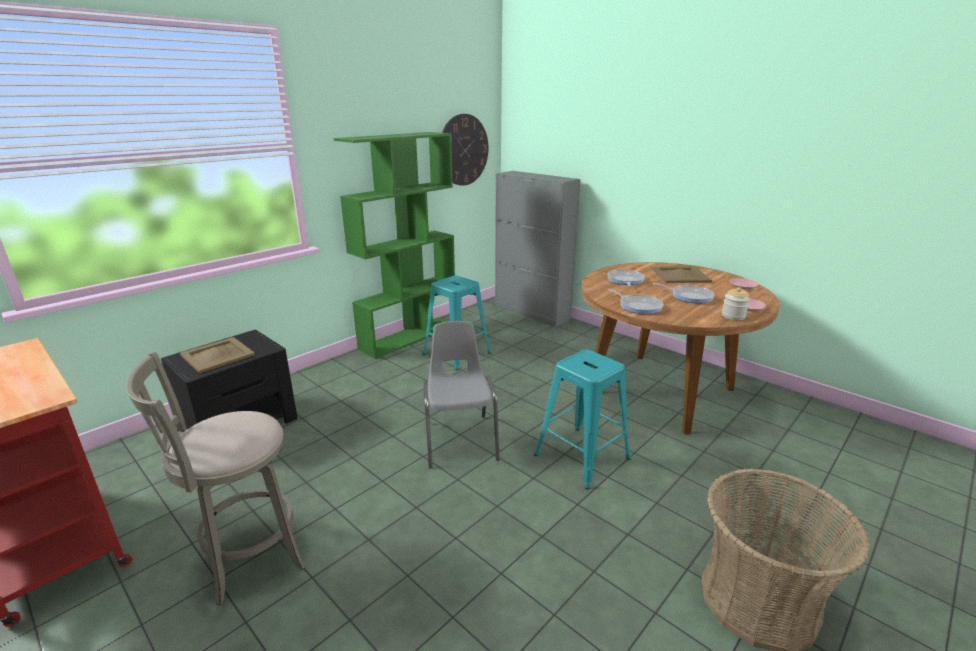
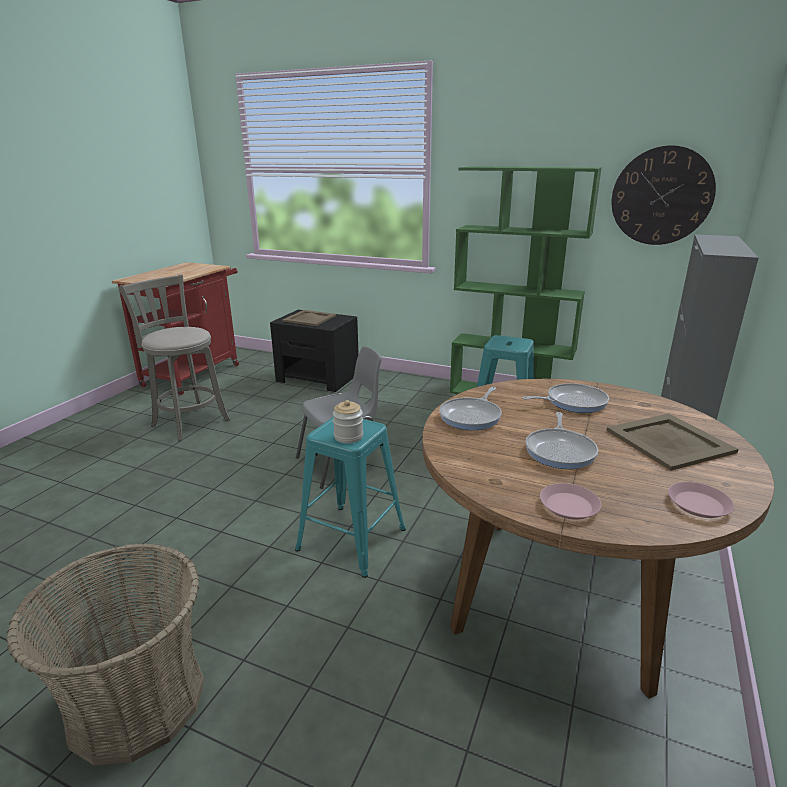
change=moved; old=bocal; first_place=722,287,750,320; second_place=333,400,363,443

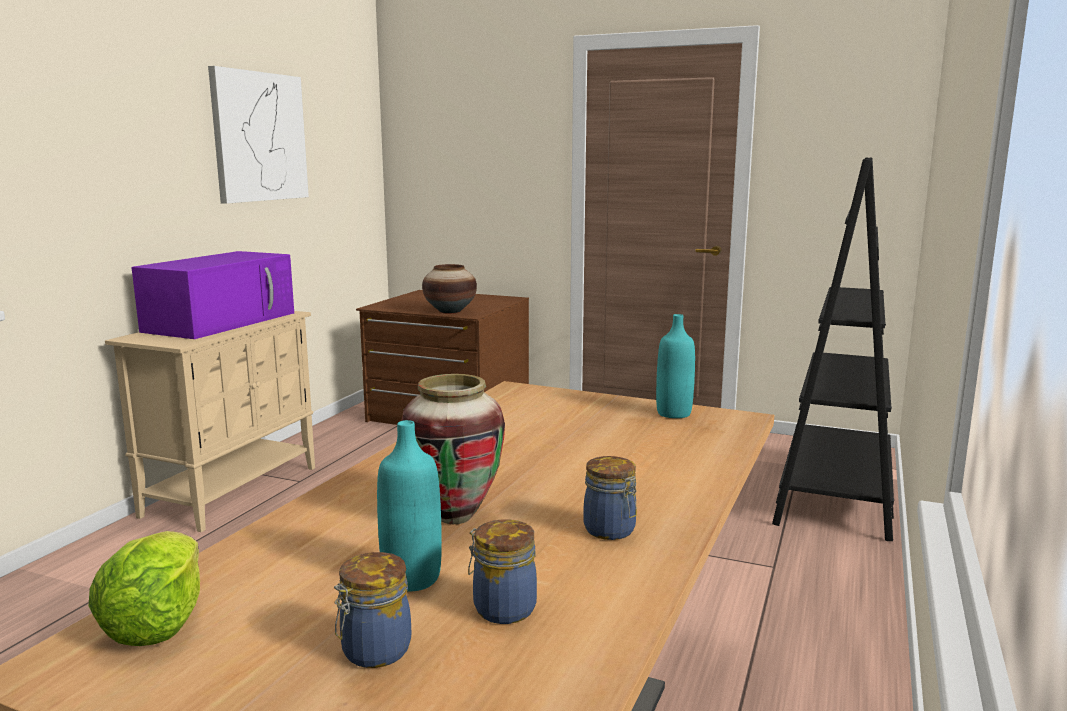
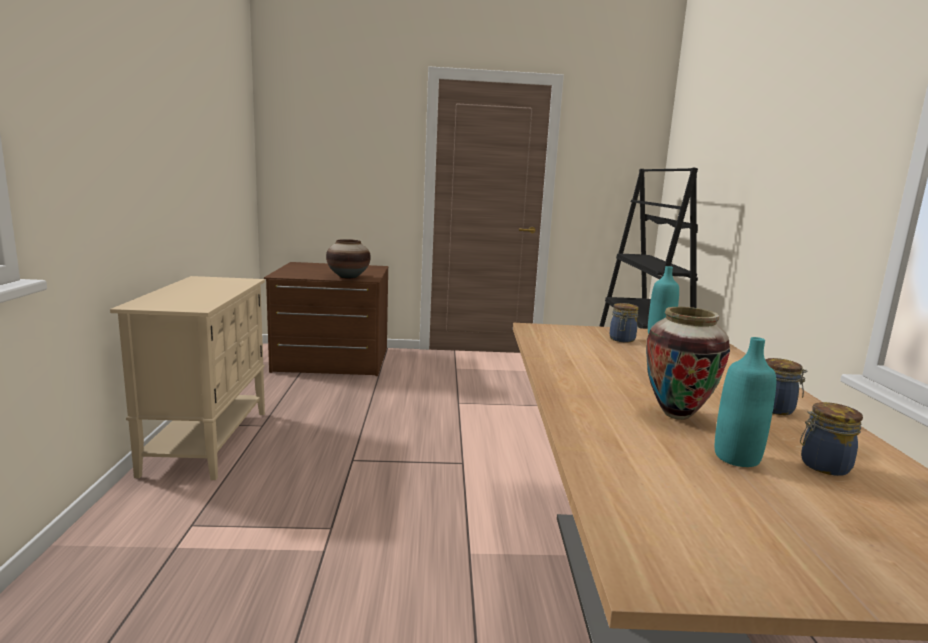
change=moved; old=bocal; first_place=334,552,411,668; second_place=610,303,639,343
change=removed; old=laitue; first_place=89,531,200,646
change=removed; old=micro-ondes (violet); first_place=131,251,294,339
change=removed; old=tableau; first_place=208,66,309,204

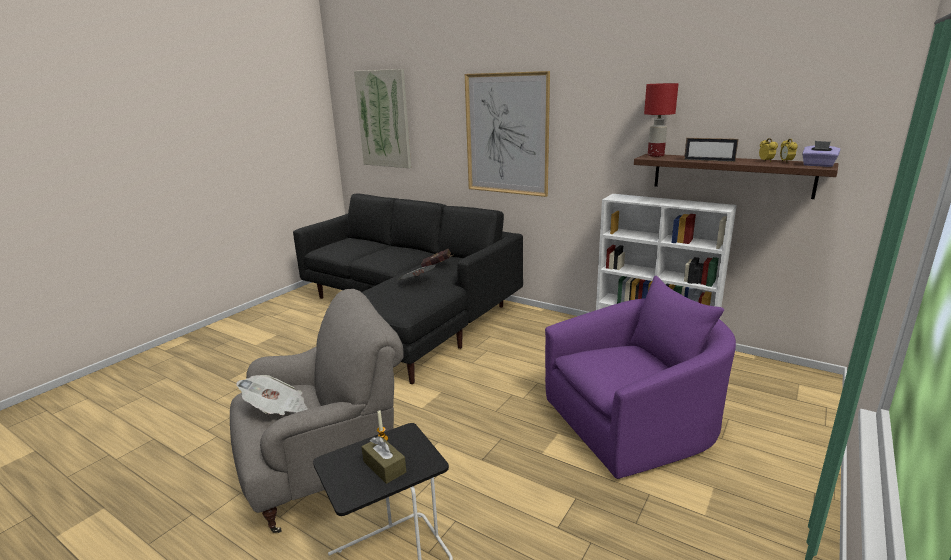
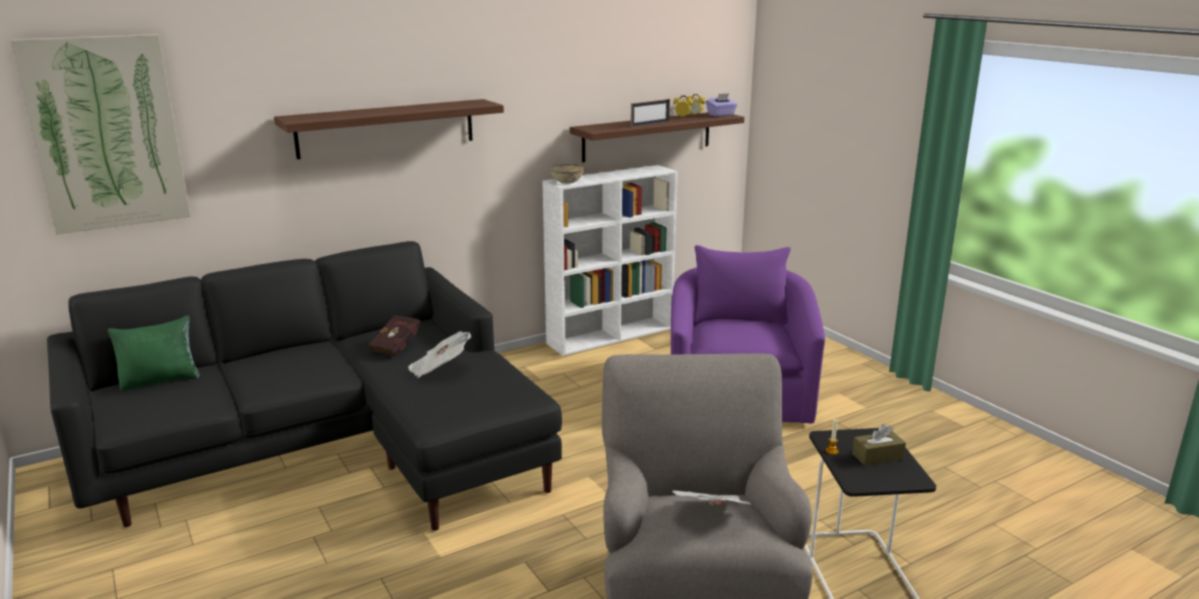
change=added; new=coussin (vert); second_place=108,315,199,391
change=replaced; old=tableau; new=étagère; first_place=465,71,550,197; second_place=274,99,504,159
change=added; new=bol; second_place=549,164,585,184
change=removed; old=lampe de table (rouge); first_place=644,83,679,157

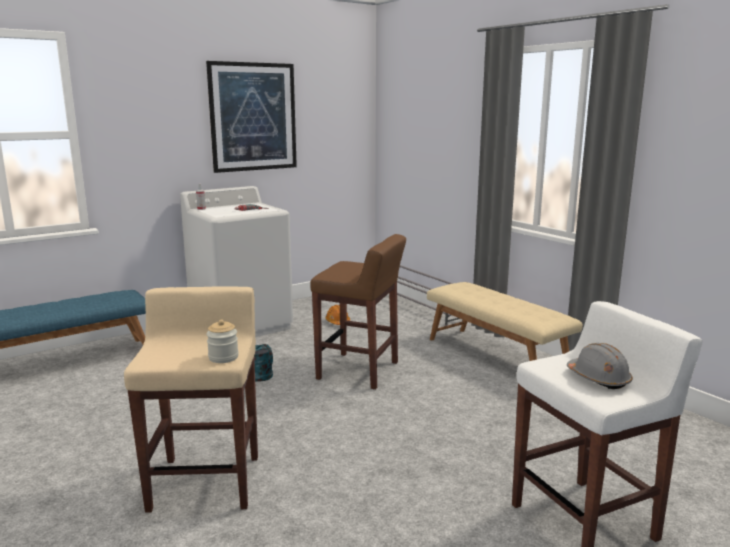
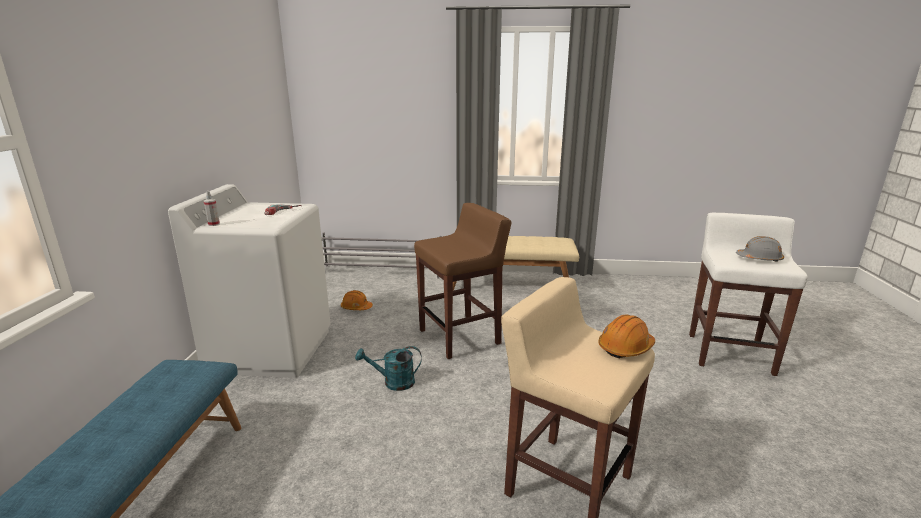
change=replaced; old=bocal; new=casque de chantier (orange); first_place=206,320,239,363; second_place=598,314,655,358
change=removed; old=tableau; first_place=206,61,297,173

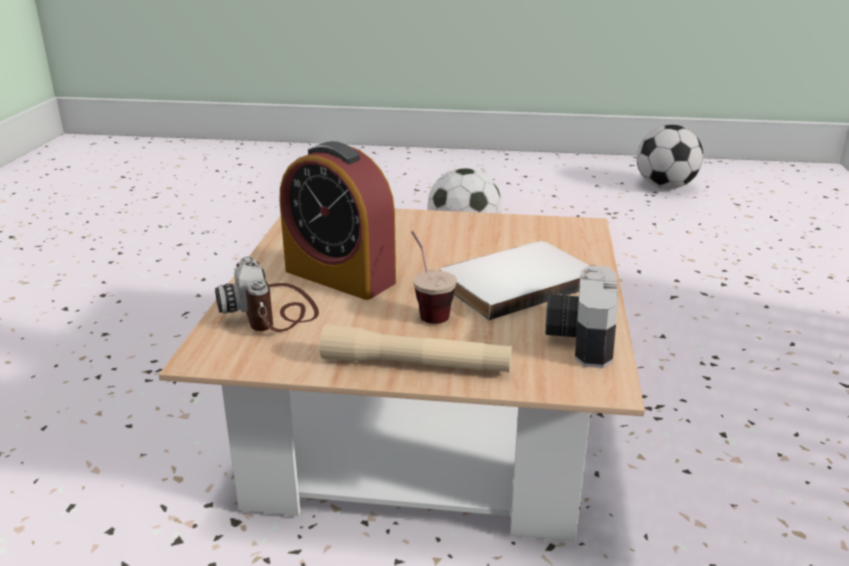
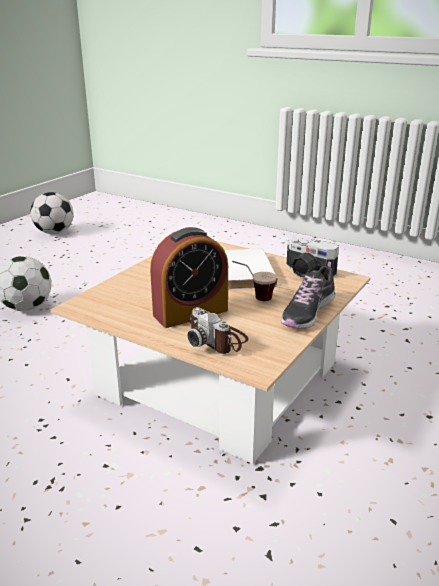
change=turned; old=appareil photo; first_place=215,256,319,332; second_place=188,307,248,354; degrees=45
change=replaced; old=lampe de poche (beige); new=chaussure; first_place=319,324,512,373; second_place=281,261,335,329

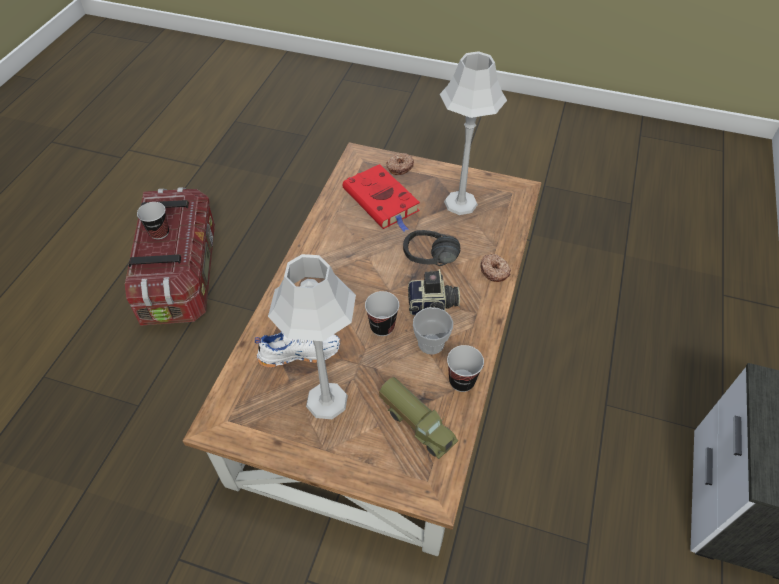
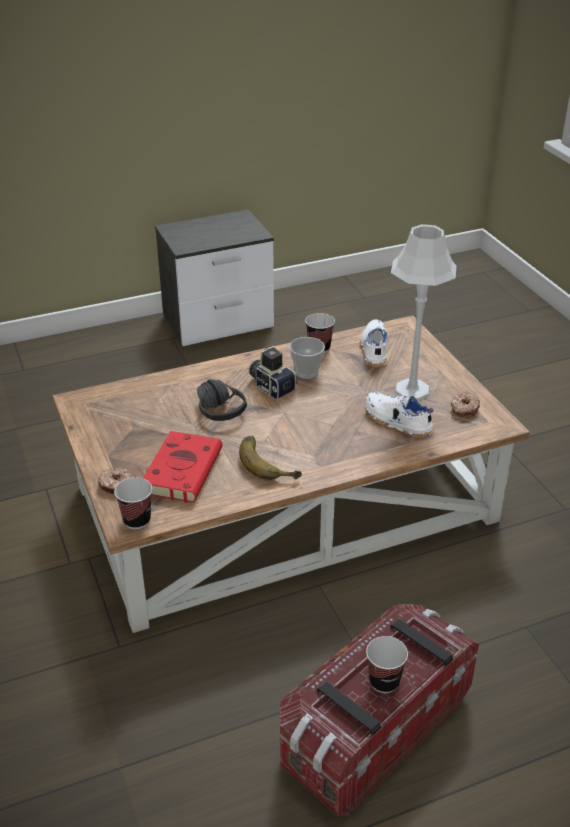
change=moved; old=tasse; first_place=365,291,399,336; second_place=114,478,152,529
change=added; new=banane; second_place=239,436,302,480
change=replaced; old=camion jouet; new=chaussure (blanc); first_place=379,377,458,459; second_place=360,319,388,367
change=moved; old=beignet; first_place=481,254,511,282; second_place=451,392,480,418
change=removed; old=lampe de table (gris); first_place=440,51,507,215

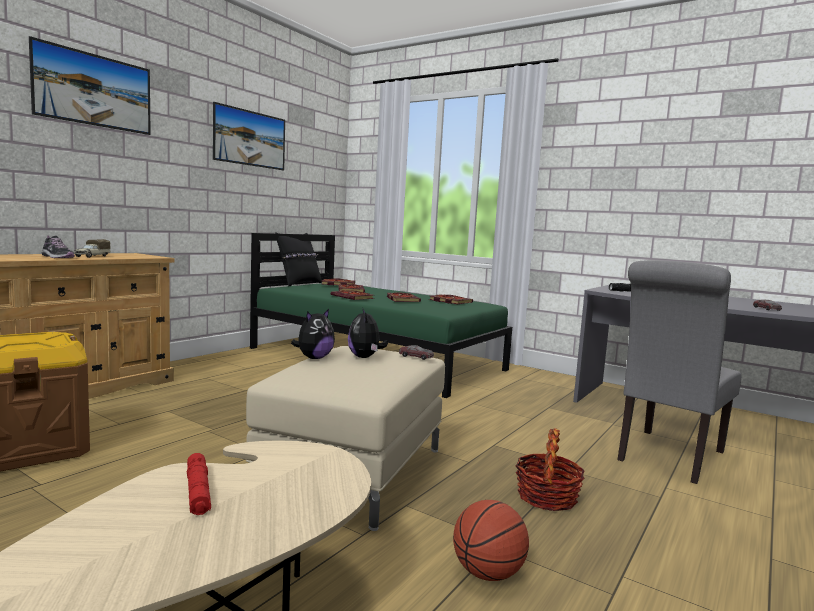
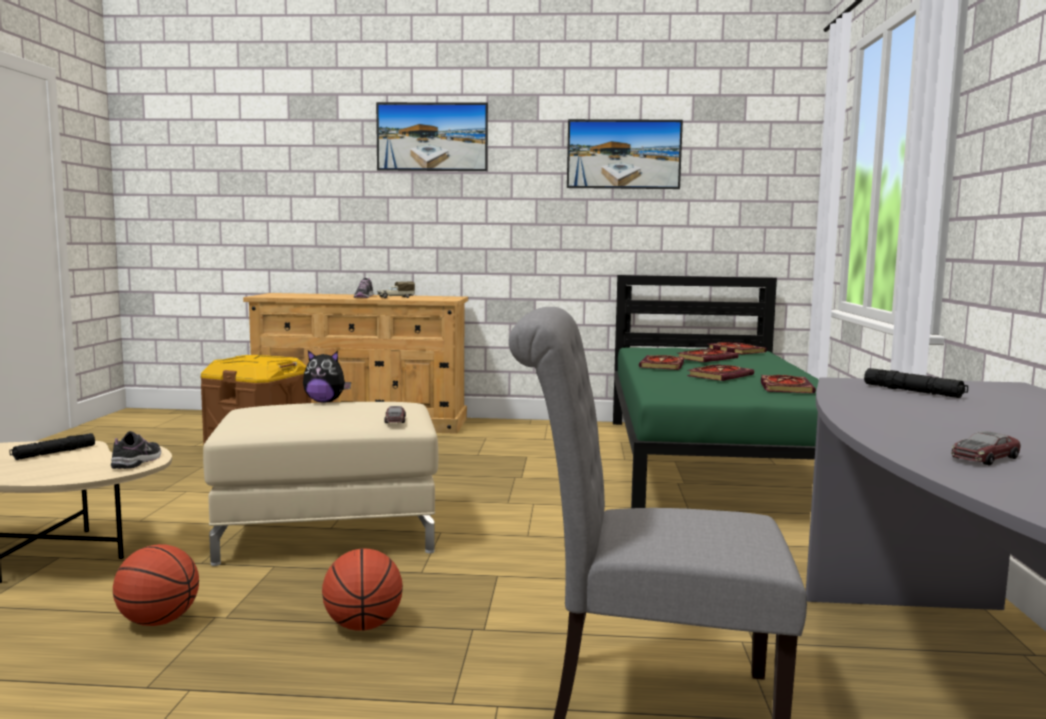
change=recoloured; old=lampe de poche (rouge); new=lampe de poche (noir); first_place=187,453,211,515; second_place=9,433,95,460
change=added; new=chaussure; second_place=111,431,161,469
change=replaced; old=panier; new=ballon de basket; first_place=516,428,585,511; second_place=322,548,403,631
change=removed; old=coussin (noir); first_place=275,232,322,286
change=removed; old=peluche; first_place=348,307,388,358

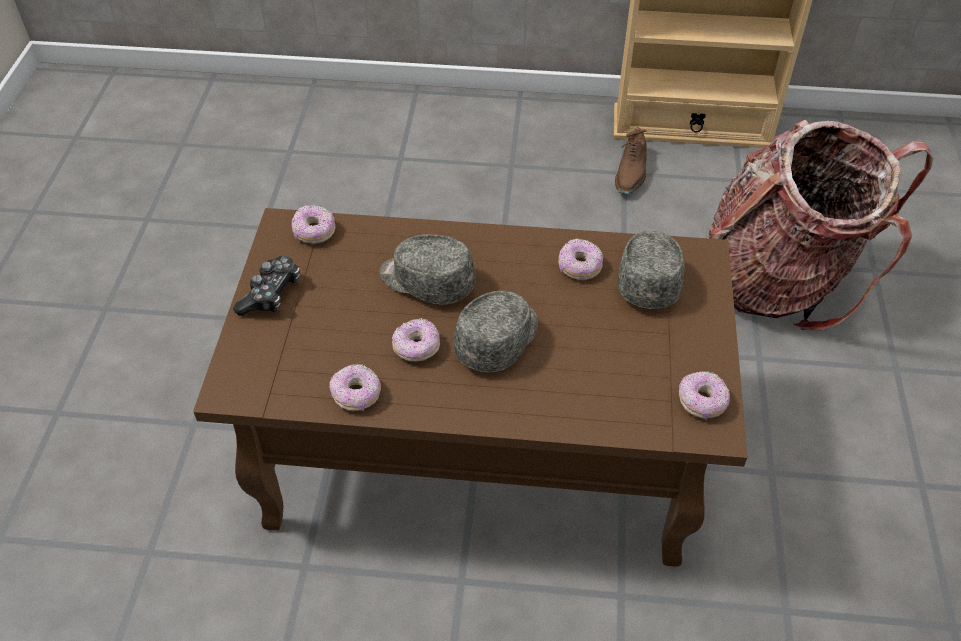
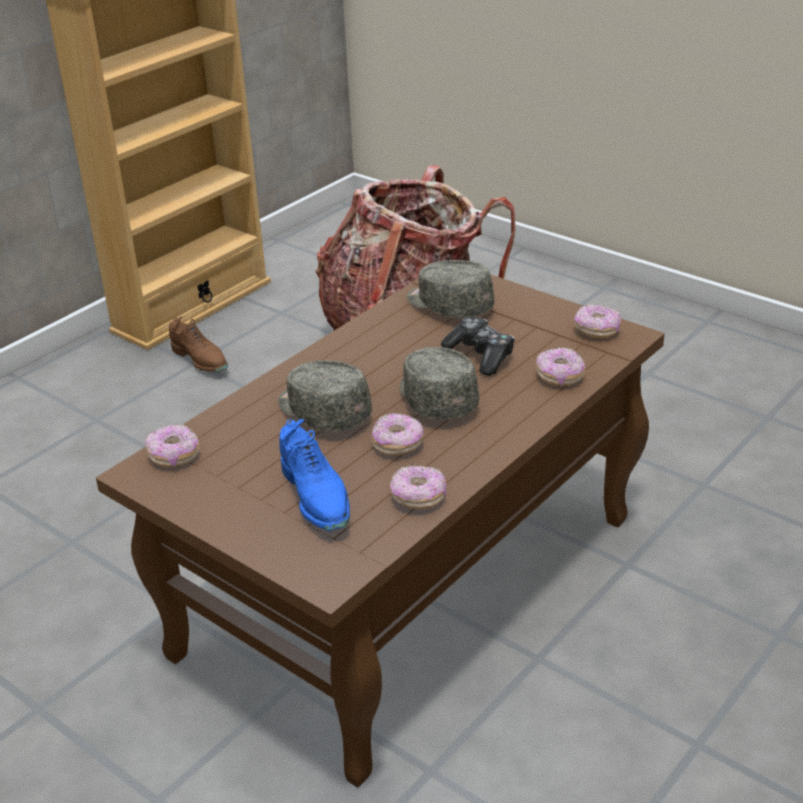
change=turned; old=casquette (gris); first_place=380,234,476,305; second_place=278,360,372,432; degrees=75
change=added; new=chaussure (bleu); second_place=279,419,350,532
change=moved; old=manette; first_place=233,256,300,316; second_place=441,317,515,376
change=moved; old=beignet; first_place=558,239,603,280; second_place=536,347,585,386

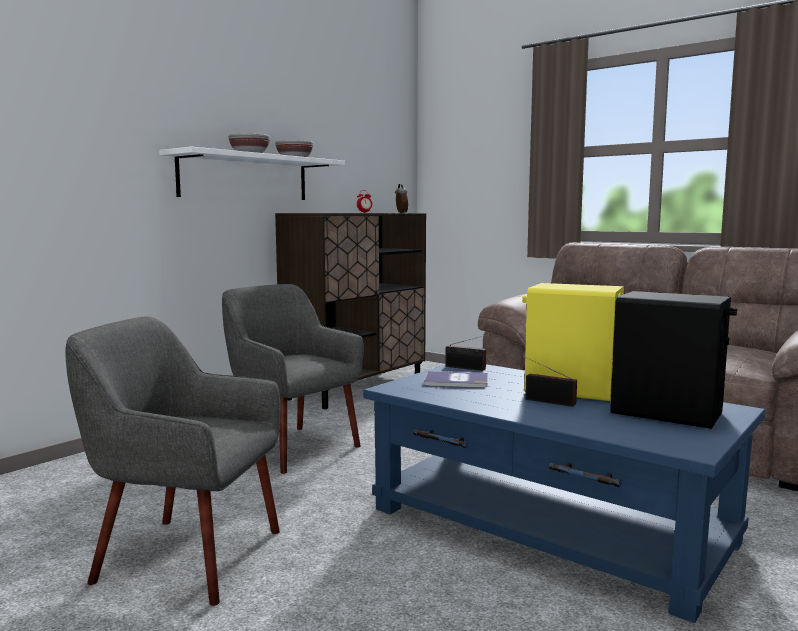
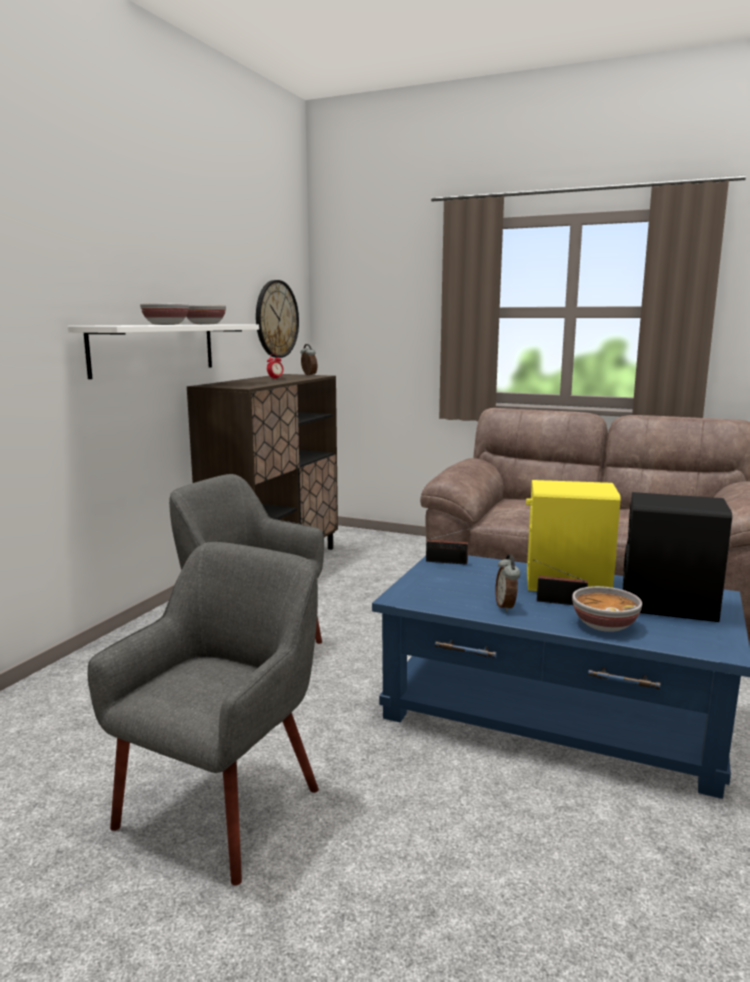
change=turned; old=fauteuil (gris); first_place=65,317,281,606; second_place=88,542,319,886; degrees=120
change=added; new=horloge murale; second_place=256,280,299,358
change=added; new=réveil; second_place=495,555,520,612
change=added; new=bol; second_place=572,586,642,632
change=removed; old=livre; first_place=424,371,488,388

